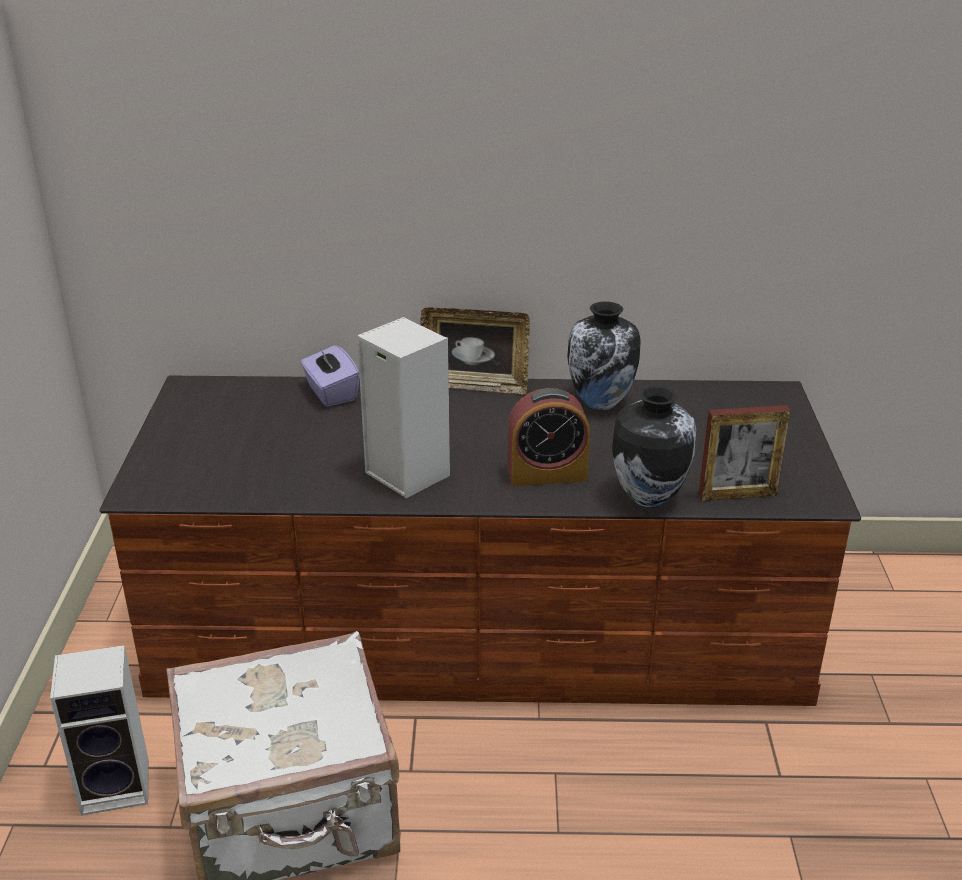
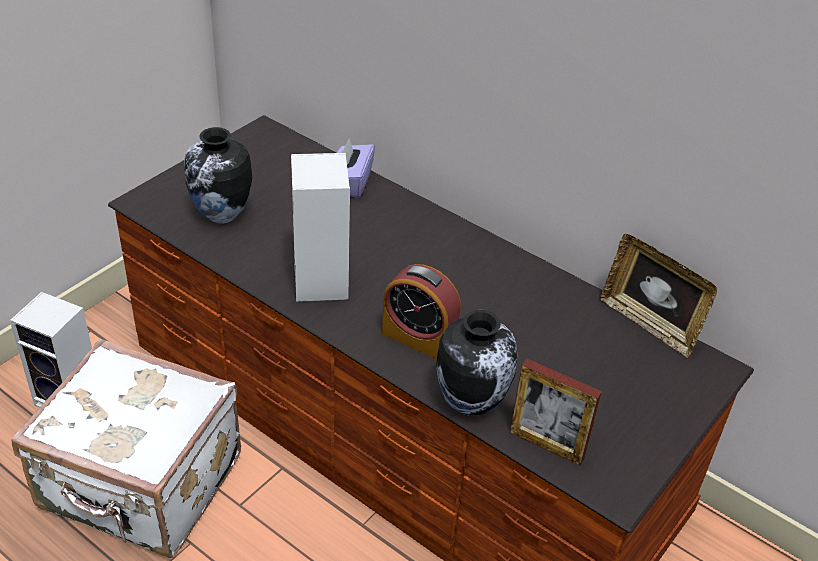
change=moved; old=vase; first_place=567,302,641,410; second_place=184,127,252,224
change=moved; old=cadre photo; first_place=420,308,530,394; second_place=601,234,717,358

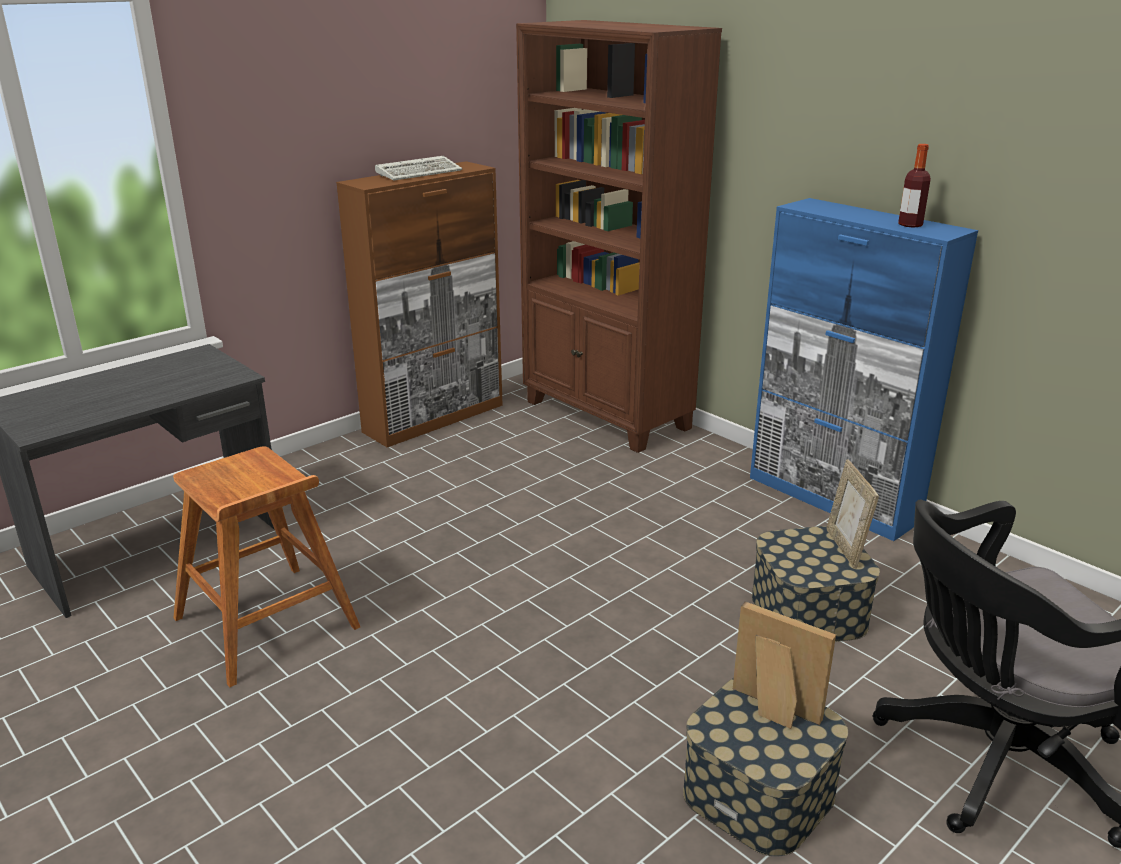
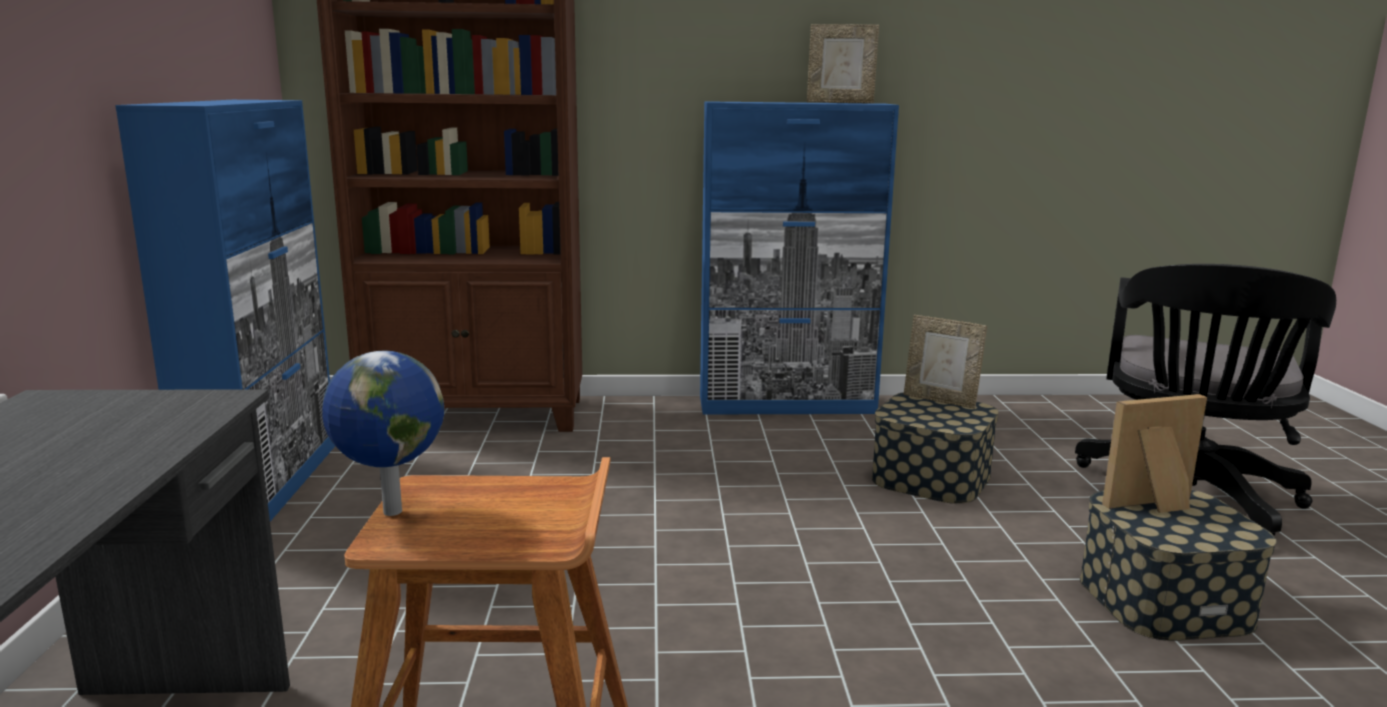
change=recoloured; old=meuble de rangement (marron); new=meuble de rangement (bleu); first_place=336,161,502,447; second_place=115,100,335,521
change=added; new=globe; second_place=322,351,444,516
change=replaced; old=bouteille; new=cadre photo; first_place=898,144,931,228; second_place=807,24,879,104
change=removed; old=clavier; first_place=375,156,462,181

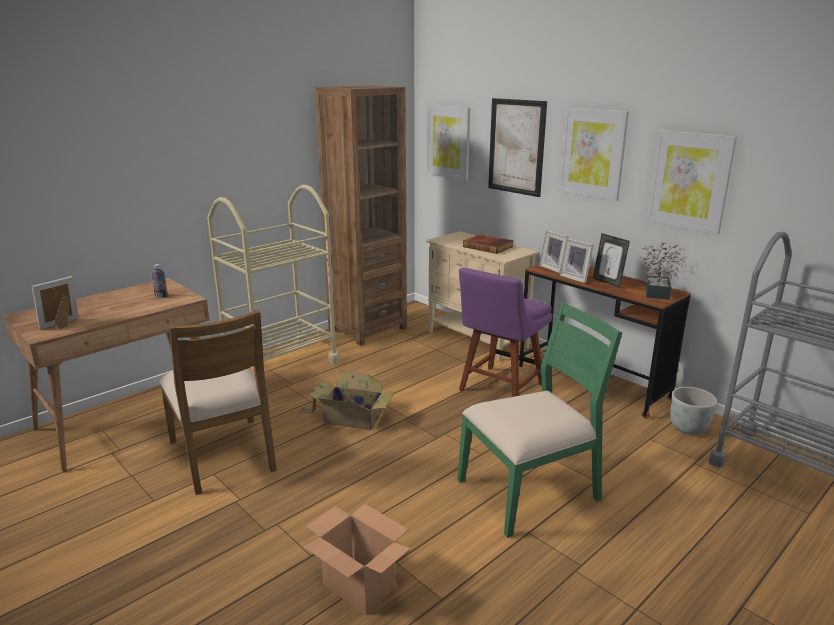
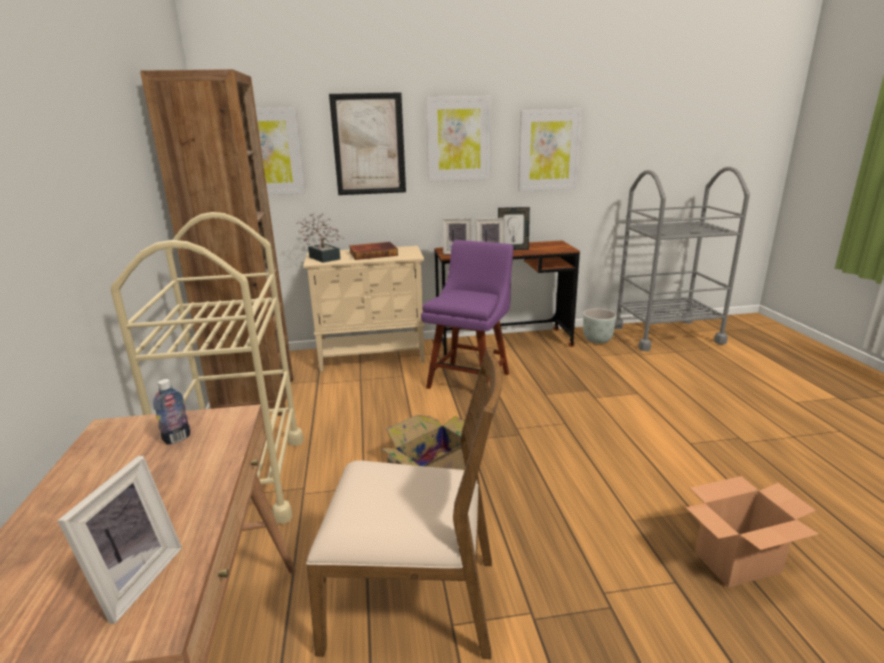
change=turned; old=cadre photo; first_place=32,276,79,330; second_place=57,456,182,624; degrees=-150
change=moved; old=plante en pot; first_place=639,242,680,300; second_place=296,213,344,263
change=turned; old=chaise (violet); first_place=459,268,552,397; second_place=421,240,513,389; degrees=-135
change=removed; old=chaise (vert); first_place=457,302,623,538

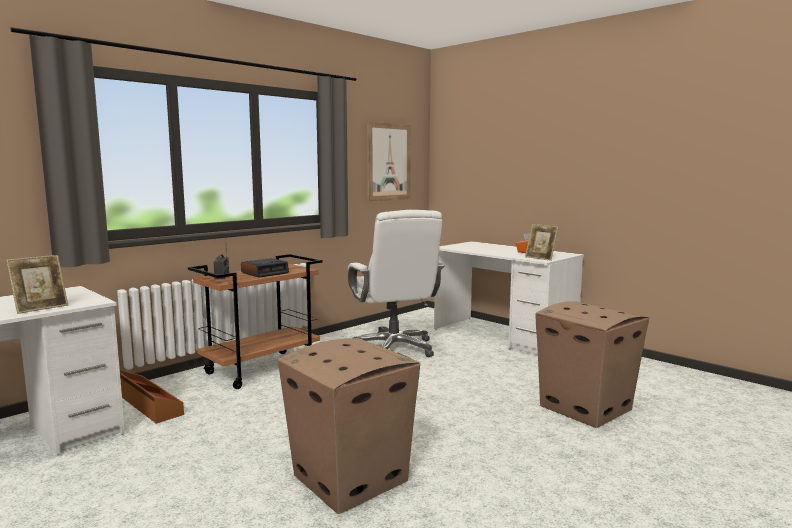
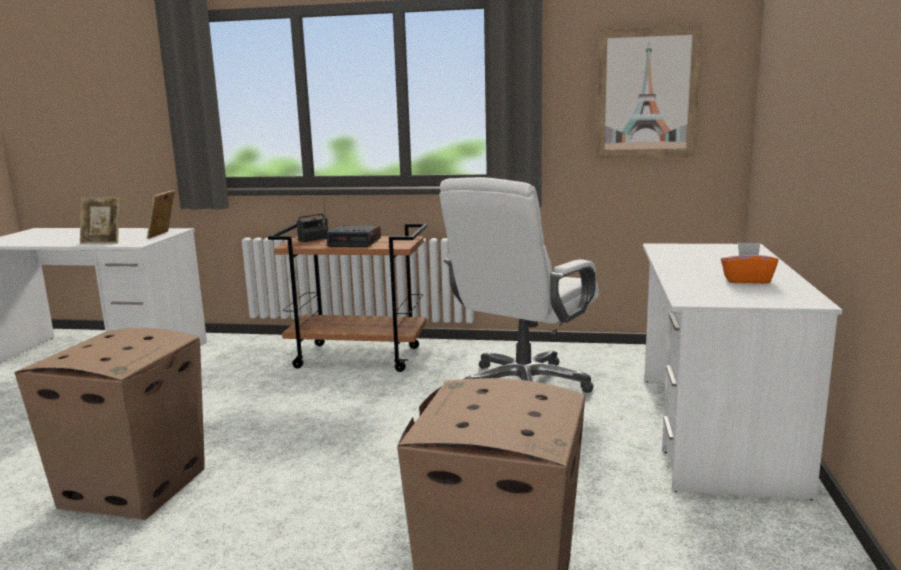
change=moved; old=cadre photo; first_place=525,224,559,261; second_place=147,190,175,239
change=removed; old=boîte de rangement (marron); first_place=120,371,184,424

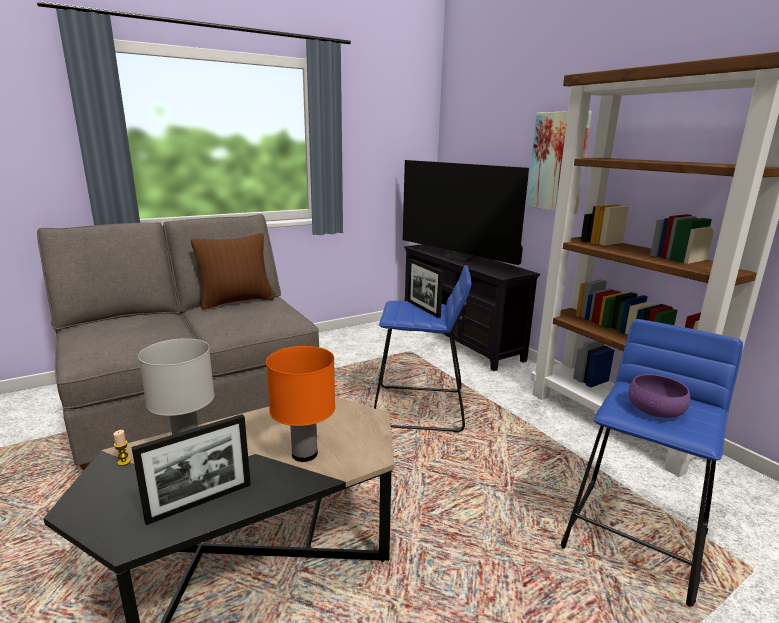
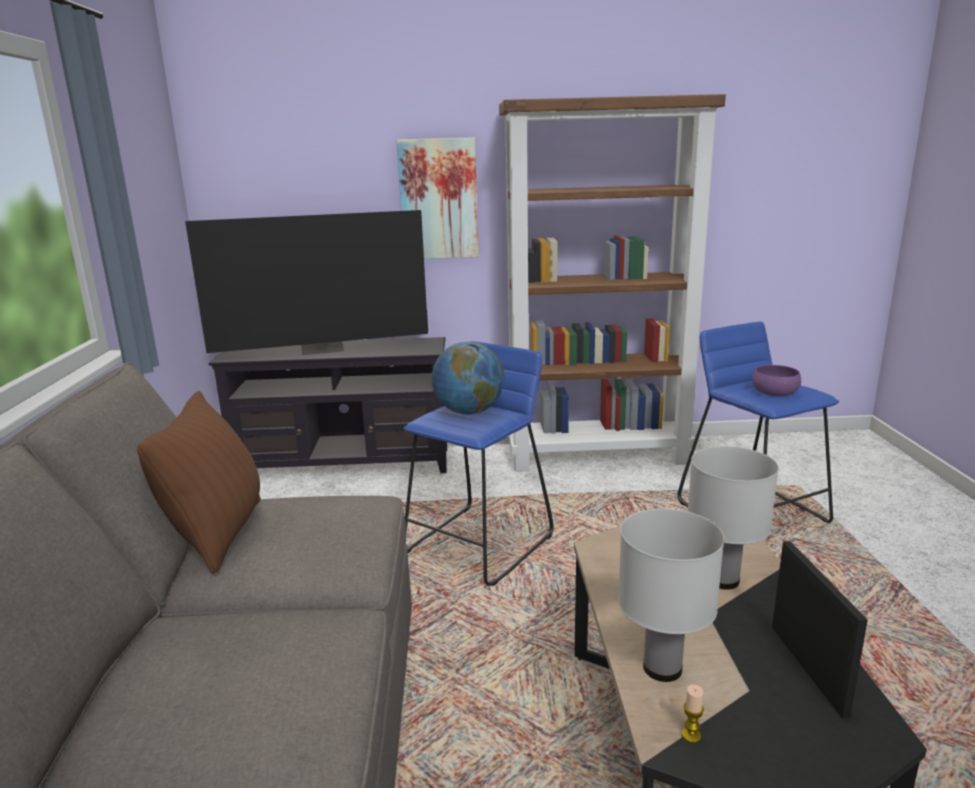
change=replaced; old=cadre photo; new=globe; first_place=408,259,443,318; second_place=432,342,504,414
change=recoloured; old=lampe de table (orange); new=lampe de table (blanc); first_place=266,346,335,462; second_place=688,446,779,590

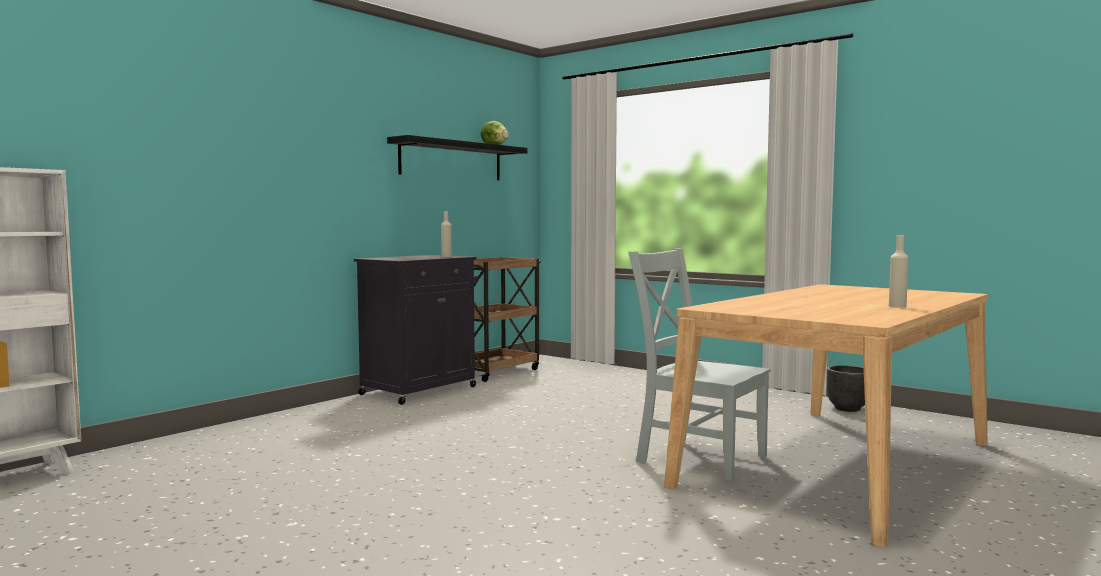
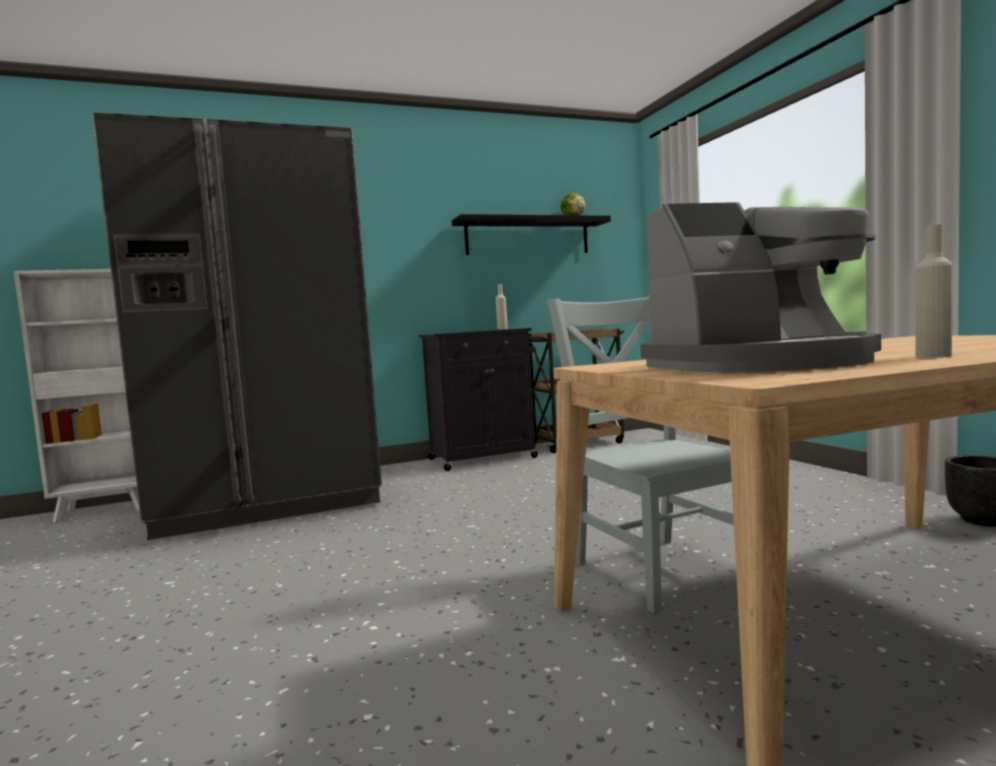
change=added; new=réfrigérateur (gris); second_place=92,112,382,540
change=added; new=machine à café; second_place=640,202,881,372

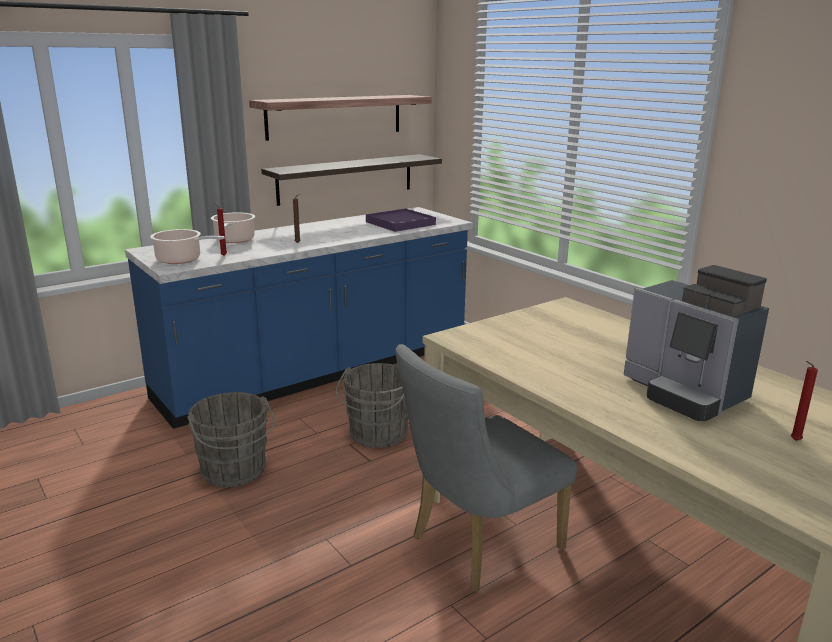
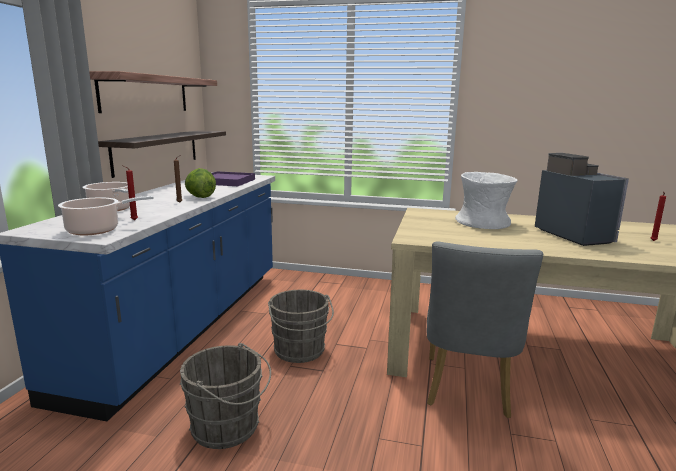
change=added; new=laitue; second_place=185,168,216,198
change=added; new=vase (blanc); second_place=455,172,518,229
change=turned; old=machine à café; first_place=624,265,769,421; second_place=535,153,629,246; degrees=-120

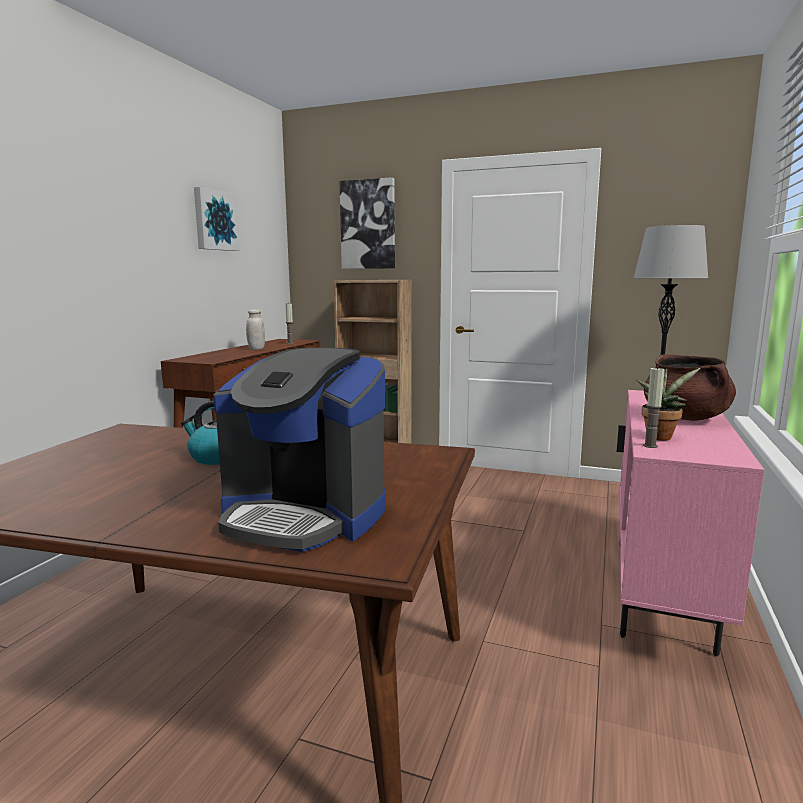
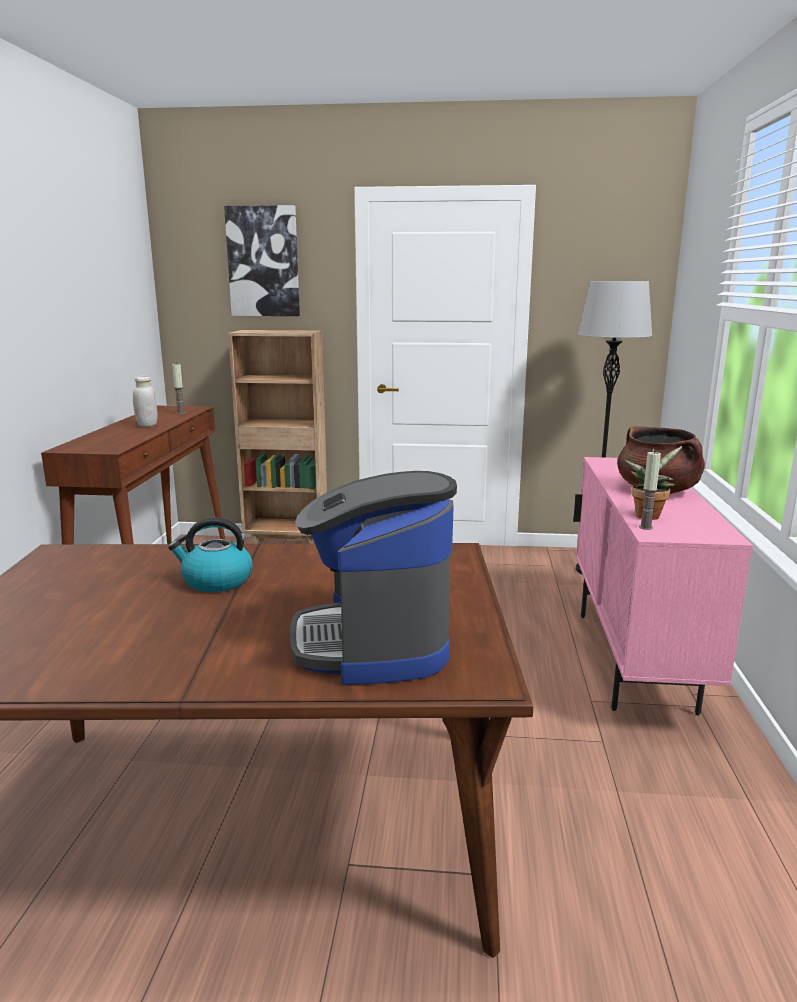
change=turned; old=machine à café; first_place=213,347,386,552; second_place=290,471,457,685; degrees=75
change=removed; old=tableau; first_place=194,187,240,251

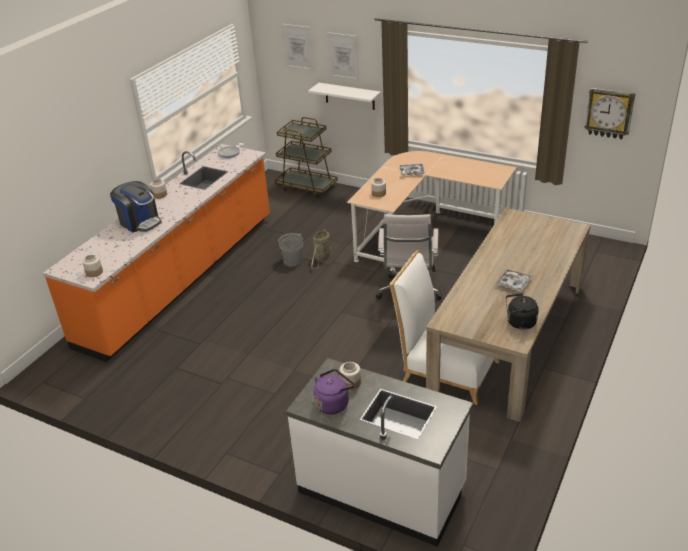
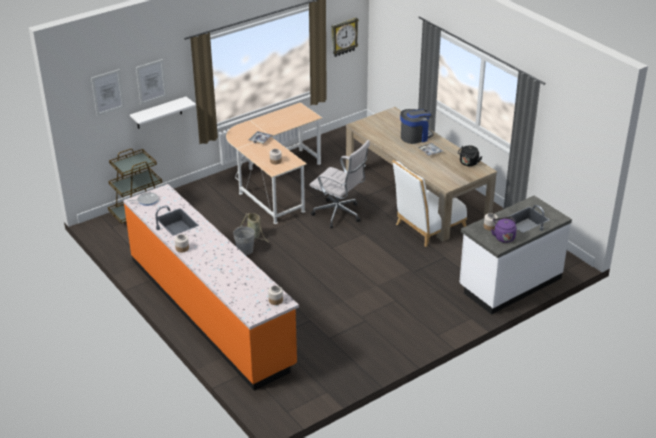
change=moved; old=machine à café; first_place=110,181,162,232; second_place=400,109,434,144

